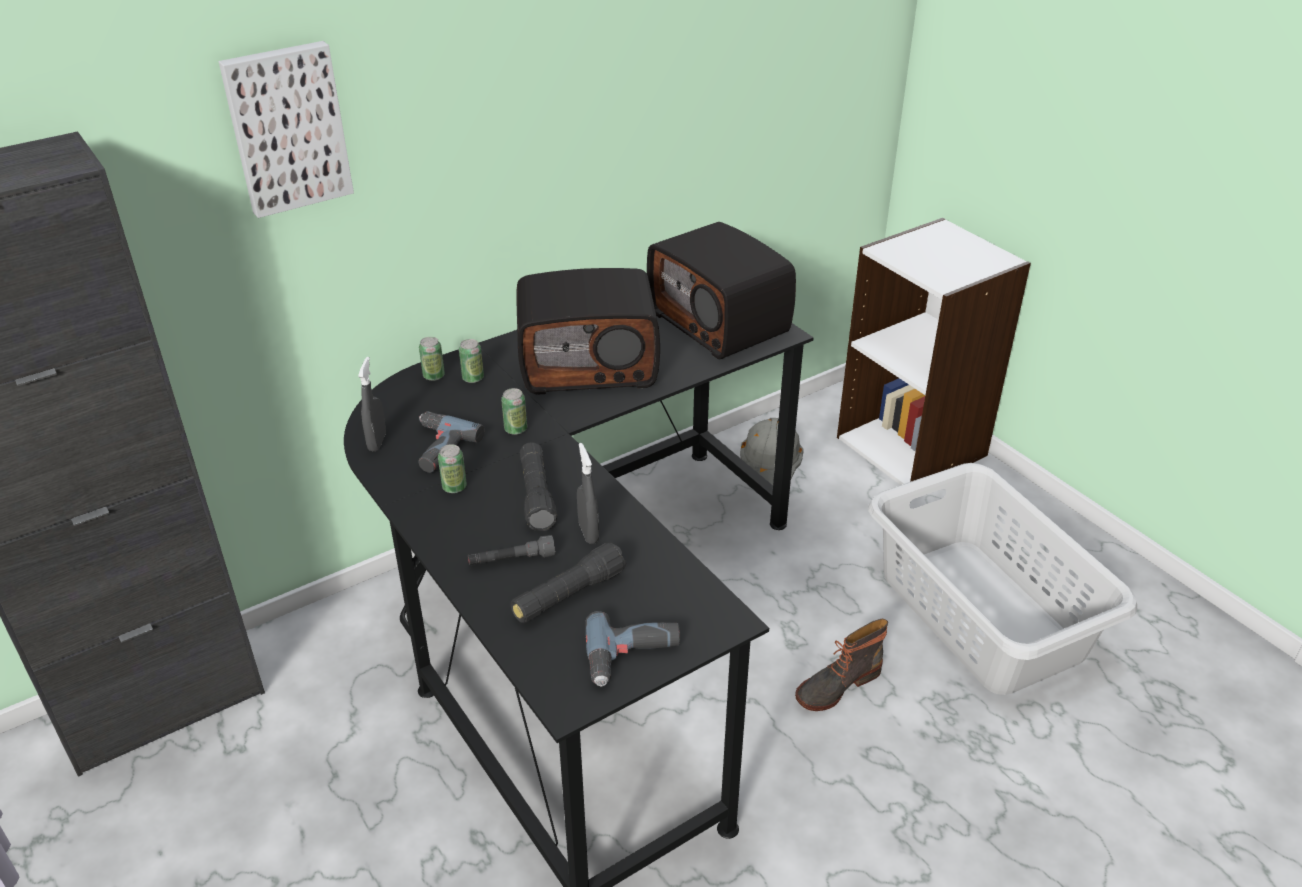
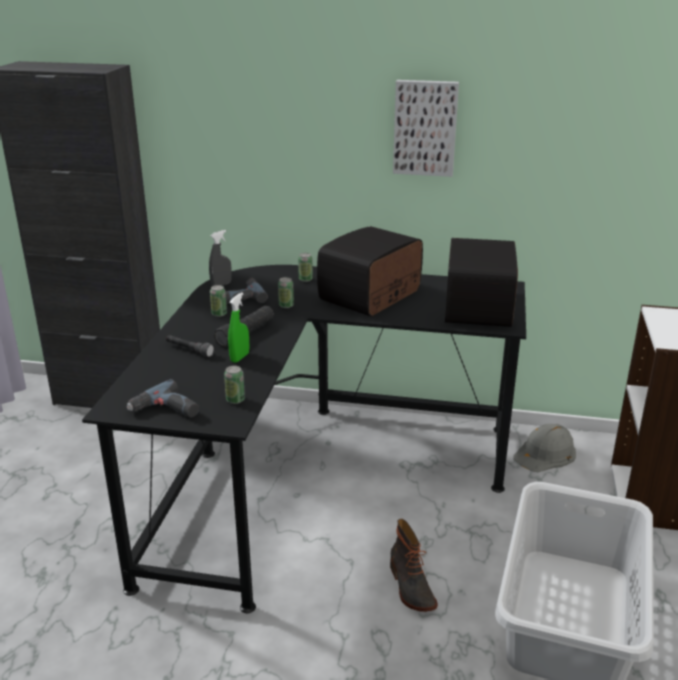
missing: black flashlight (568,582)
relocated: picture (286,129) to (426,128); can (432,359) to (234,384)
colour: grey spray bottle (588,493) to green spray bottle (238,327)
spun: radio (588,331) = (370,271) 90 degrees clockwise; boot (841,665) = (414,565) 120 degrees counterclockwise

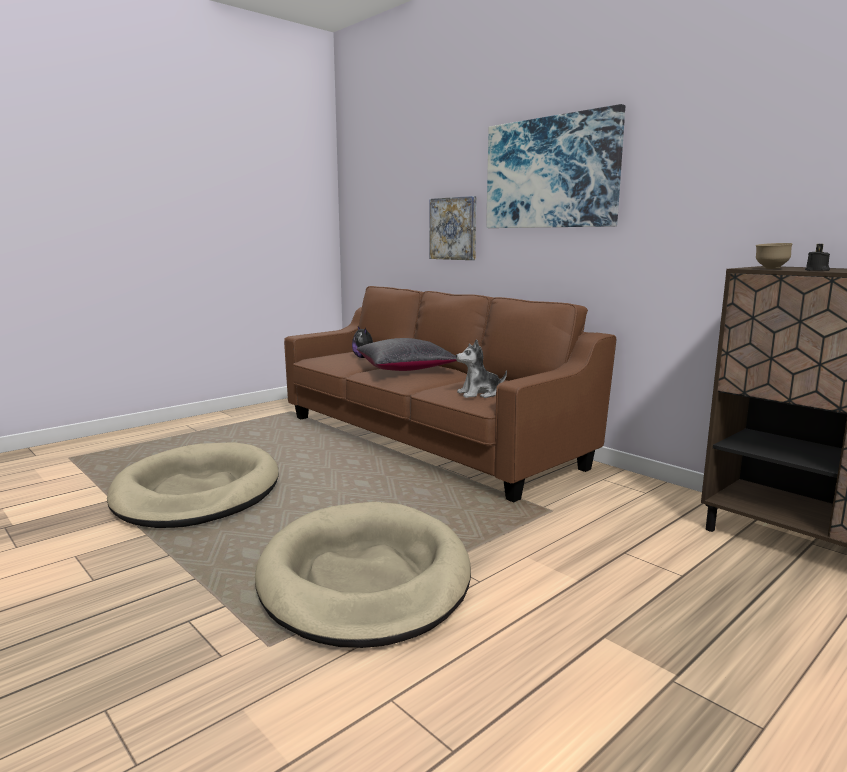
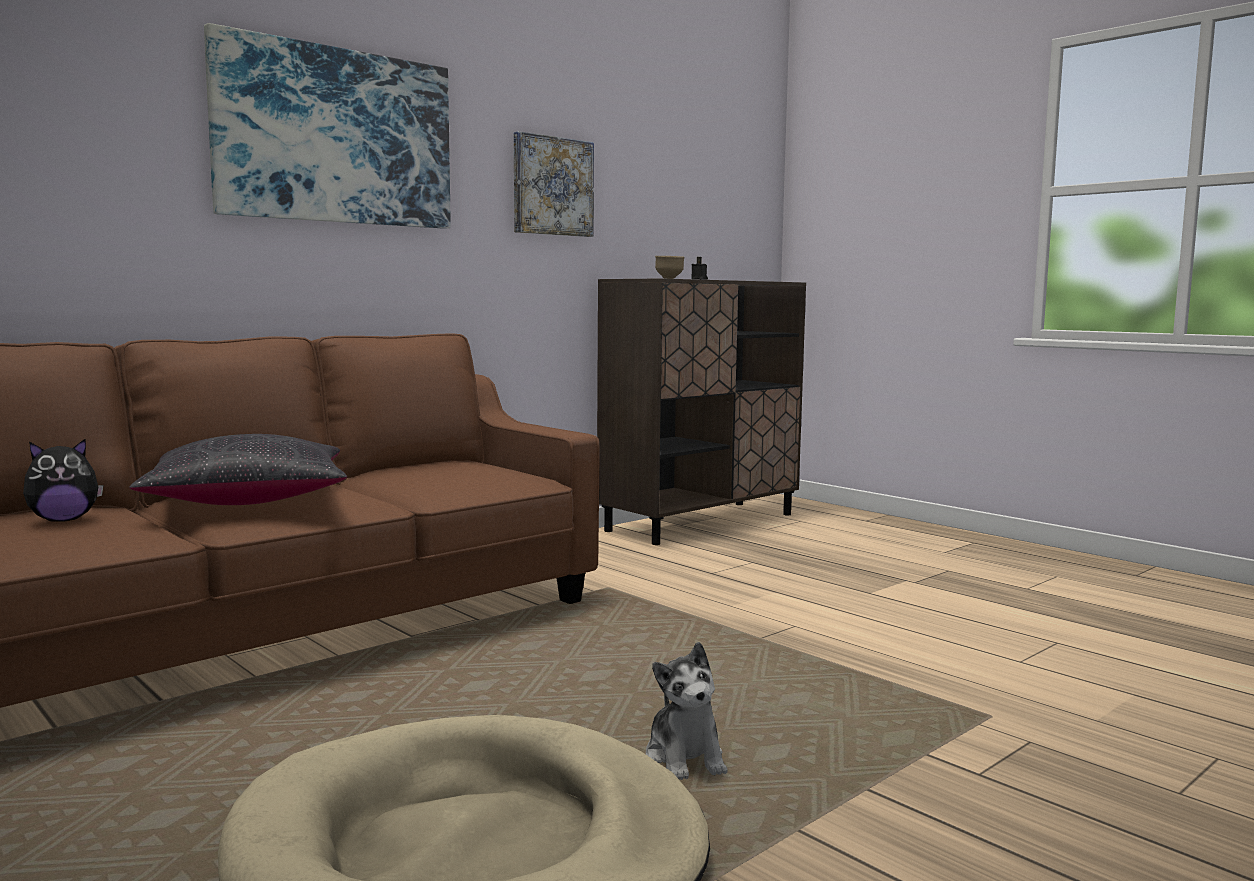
missing: beige dog bed (363,575)
relocated: picture (453,228) to (554,184); plush toy (481,368) to (686,711)

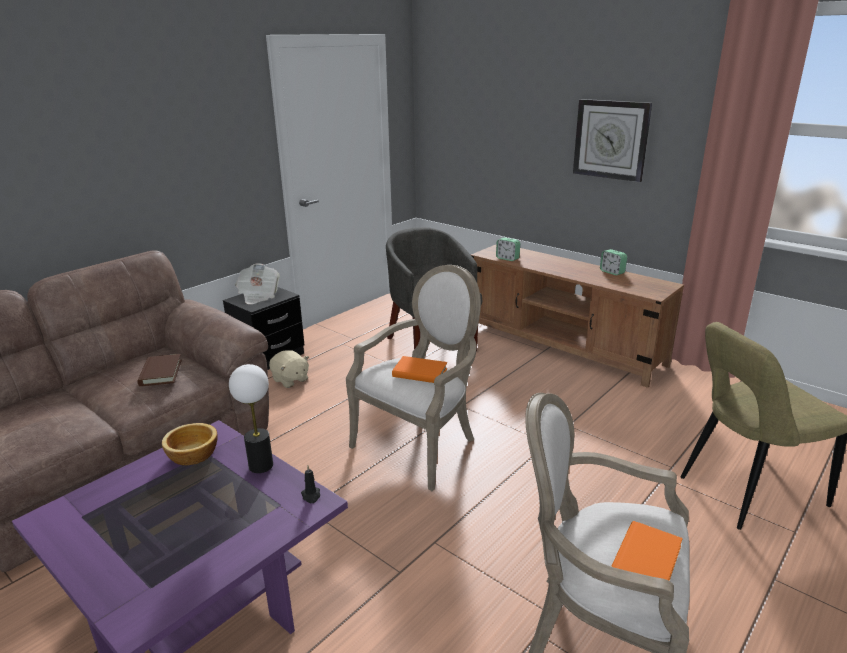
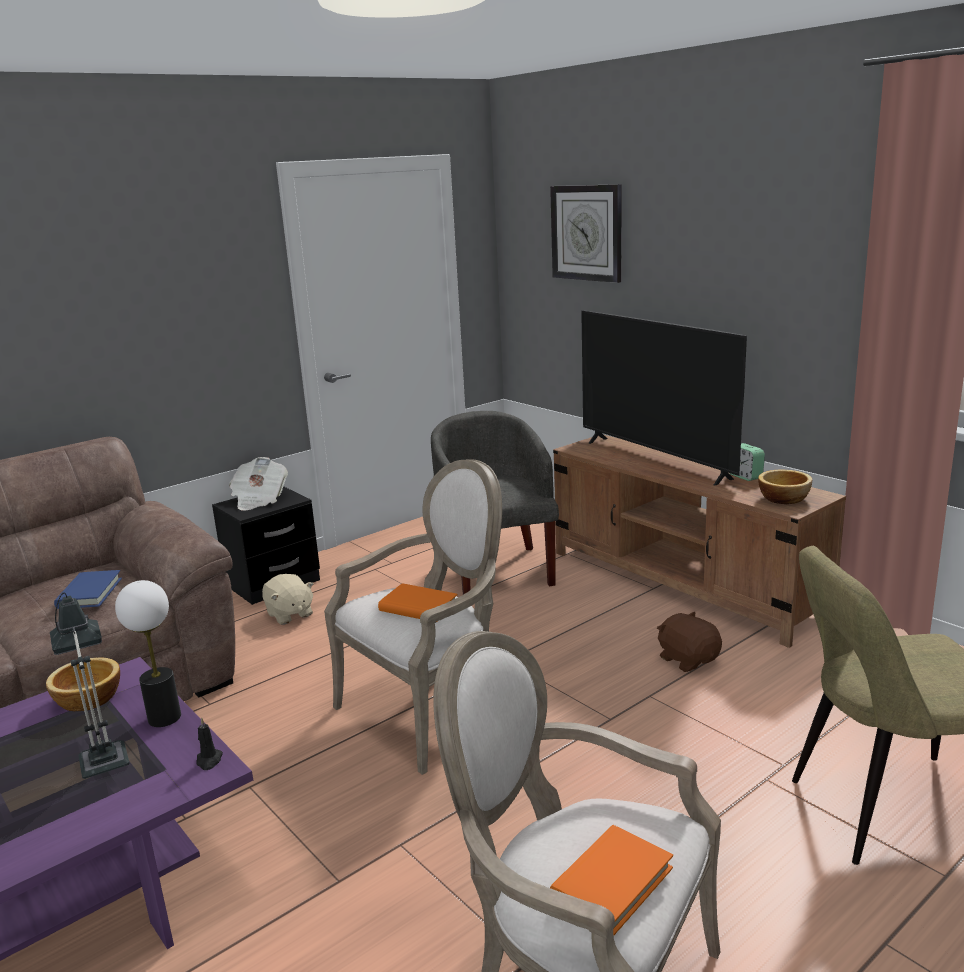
missing: alarm clock (508,249)
appeared: television (664,398); bowl (785,487); table lamp (90,685); brown plush toy (689,641)
relocated: wall clock (612,140) to (585,233)
colour: brown book (159,370) to blue book (88,589)

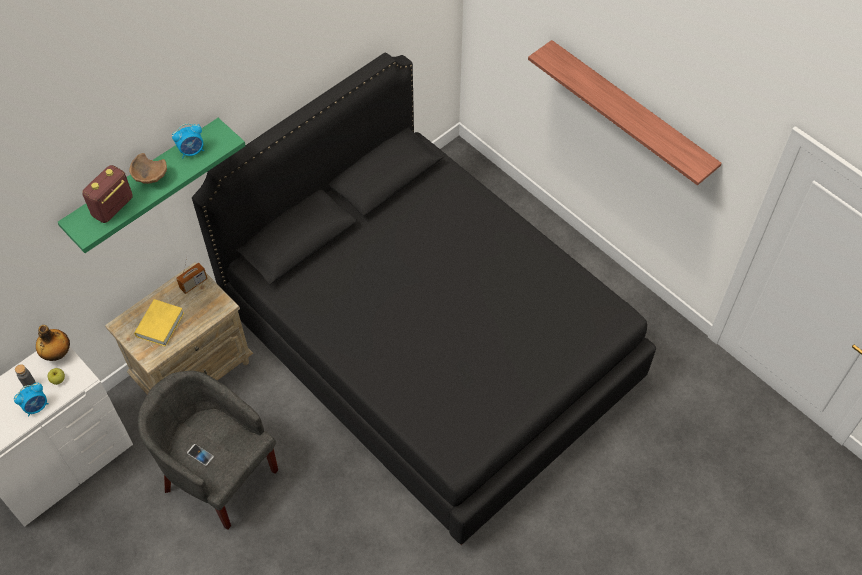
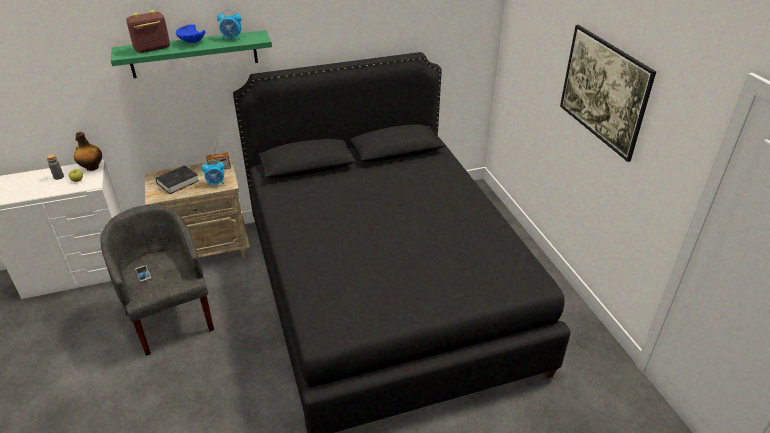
relocated: alarm clock (31,400) to (213,173)
exchanged: shelf (625,112) to picture (608,93)
colour: brown bowl (148,168) to blue bowl (191,33); yellow book (159,323) to black book (177,179)

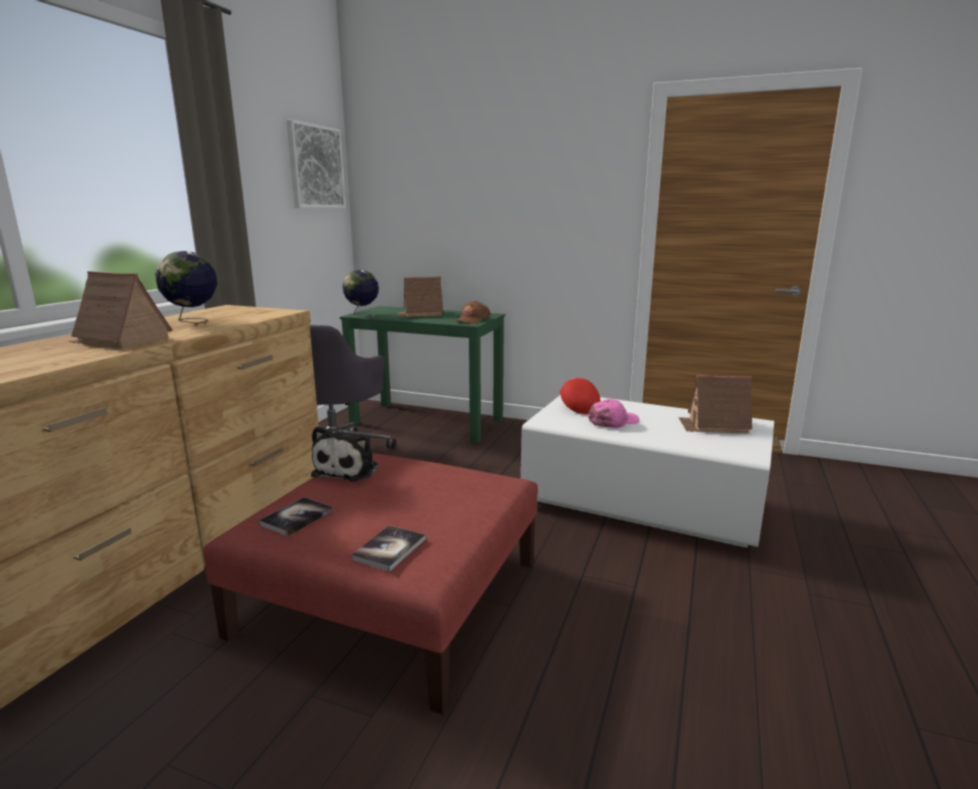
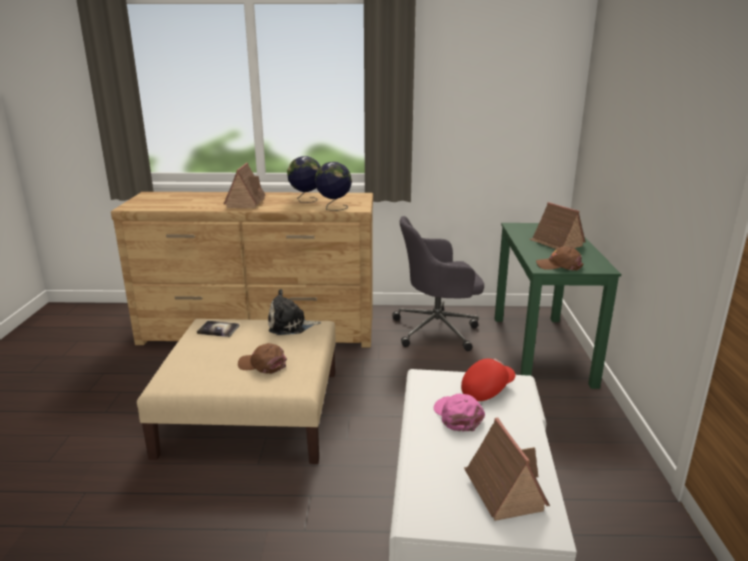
missing: picture (316,163); book (388,548)
appeared: brown cap (262,358)
relocated: globe (360,293) to (333,186)
colour: red ottoman (370,584) to beige ottoman (236,391)
spun: pink cap (614,413) = (459,413) 150 degrees counterclockwise

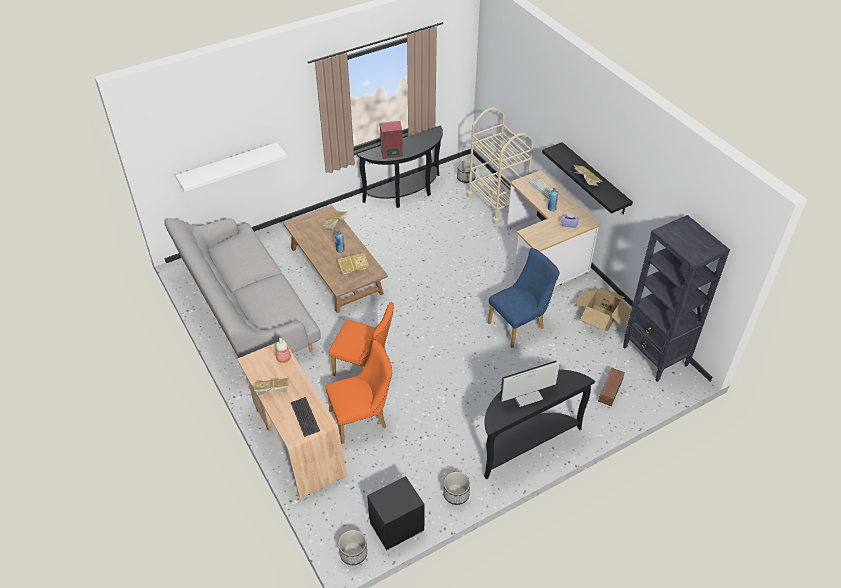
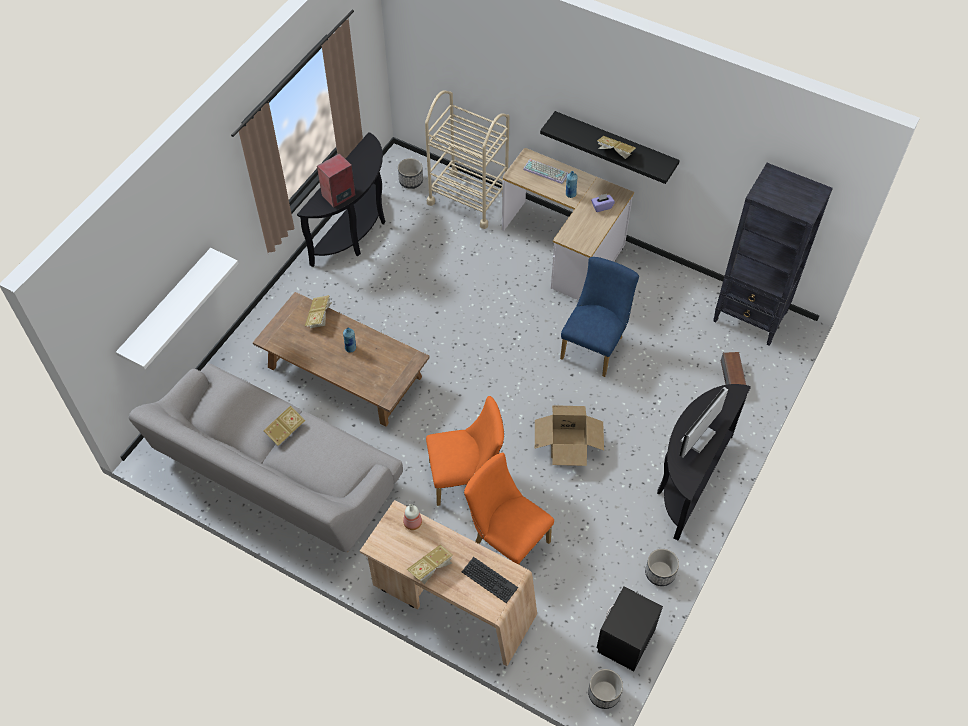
relocated: book (353,263) to (284,425); cardboard box (602,309) to (569,435)
spun: orange chair (358,392) = (509,509) 90 degrees counterclockwise

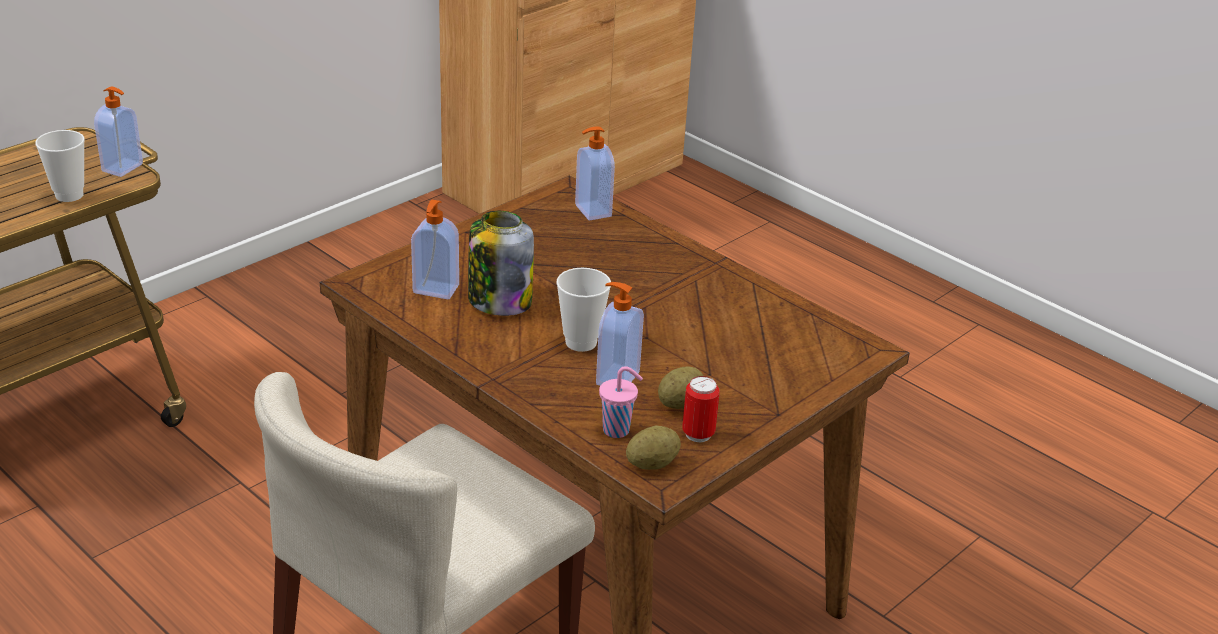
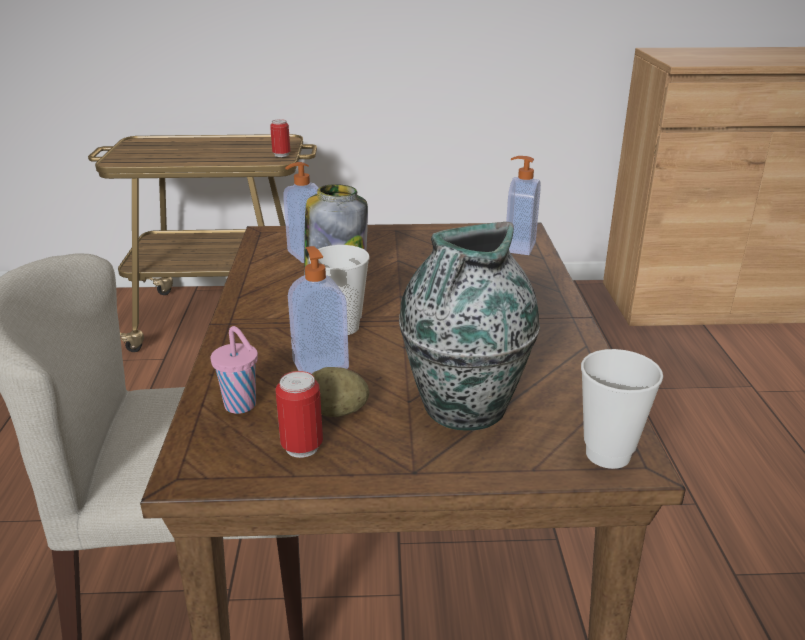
missing: potato (653,447)
appeared: vase (469,326)
relocated: cup (60,166) to (622,409)
exchanged: soap dispenser (118,132) to can (280,138)

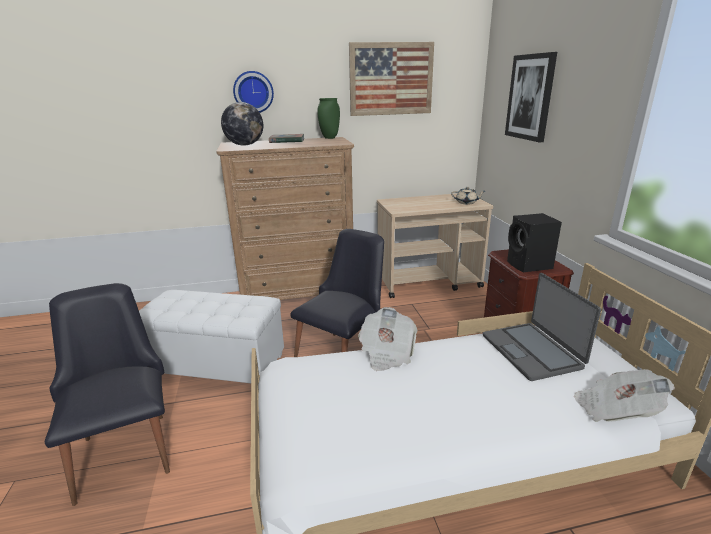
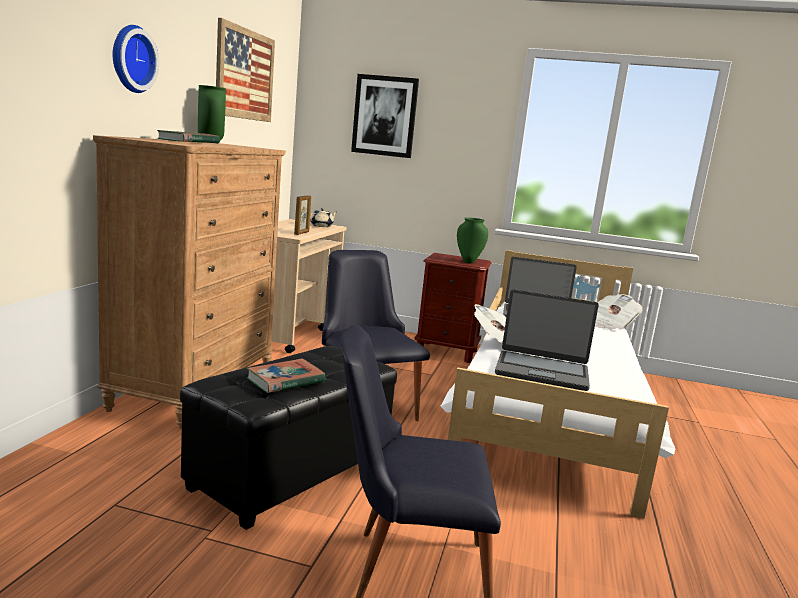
missing: globe (242,124)
appeared: picture frame (302,215); laptop (547,340); book (286,375)
exchanged: black speaker (534,243) to green vase (472,240)
colour: white ottoman (211,336) to black ottoman (288,438)

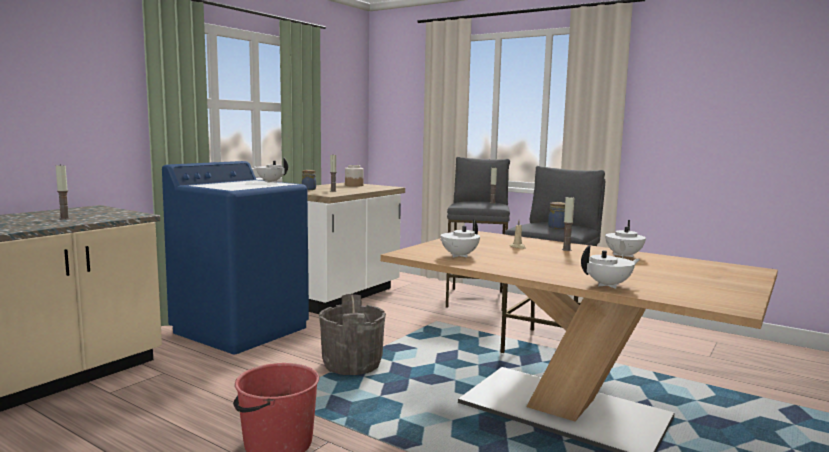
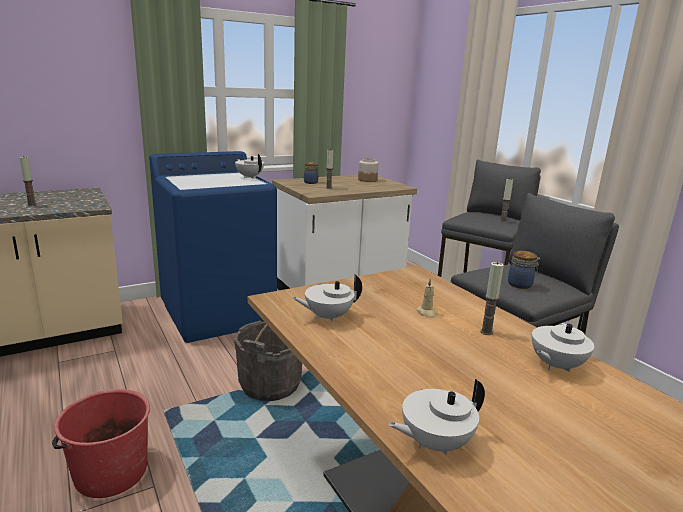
spun: white teapot (610,267) = (436,417) 150 degrees clockwise

